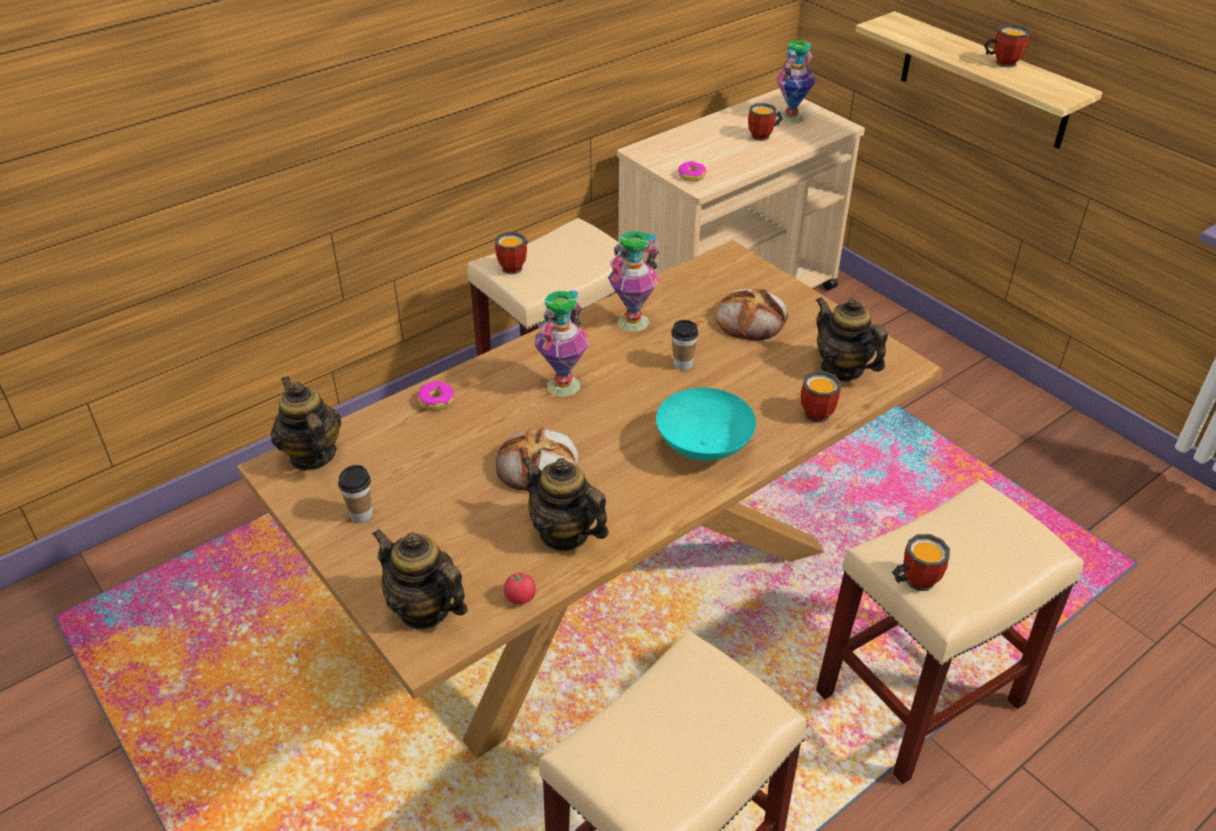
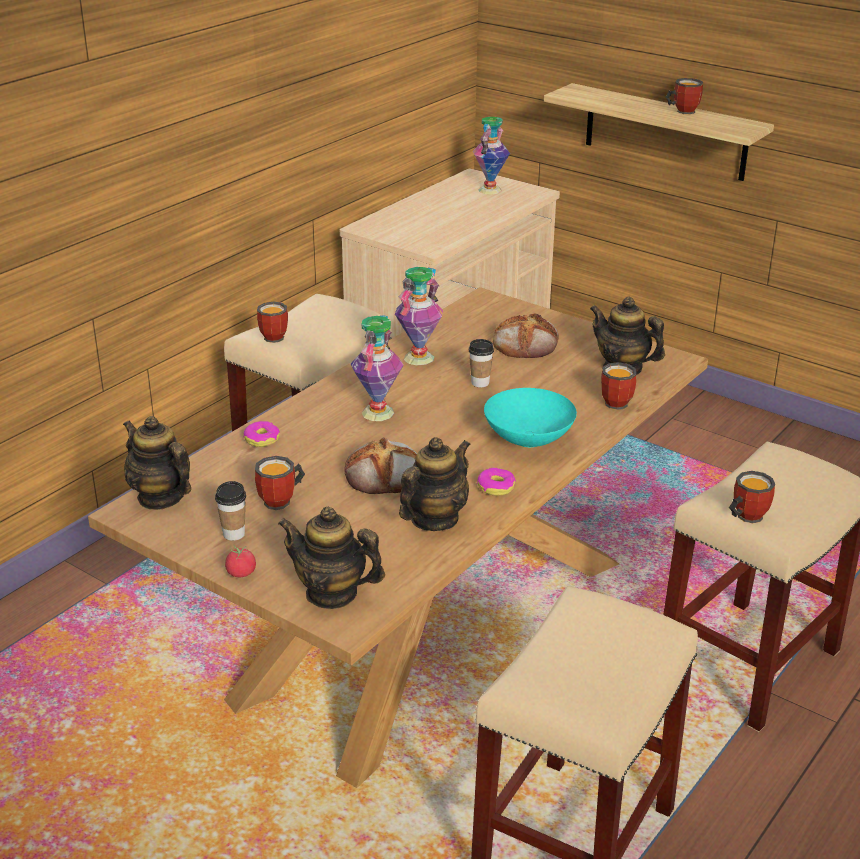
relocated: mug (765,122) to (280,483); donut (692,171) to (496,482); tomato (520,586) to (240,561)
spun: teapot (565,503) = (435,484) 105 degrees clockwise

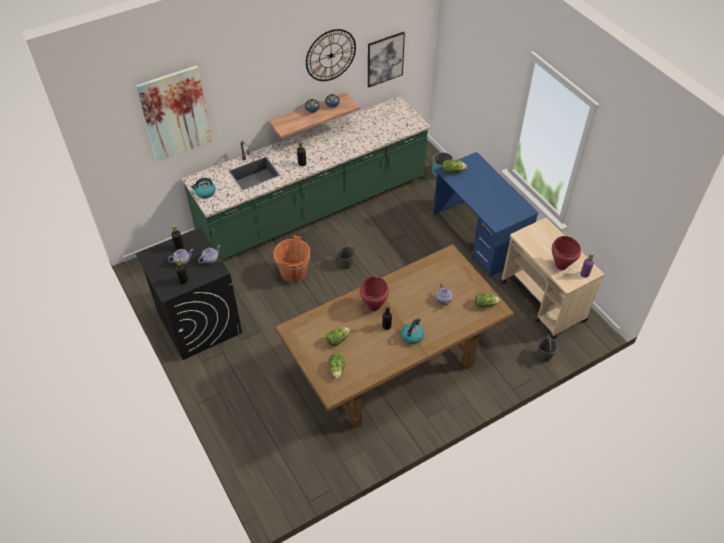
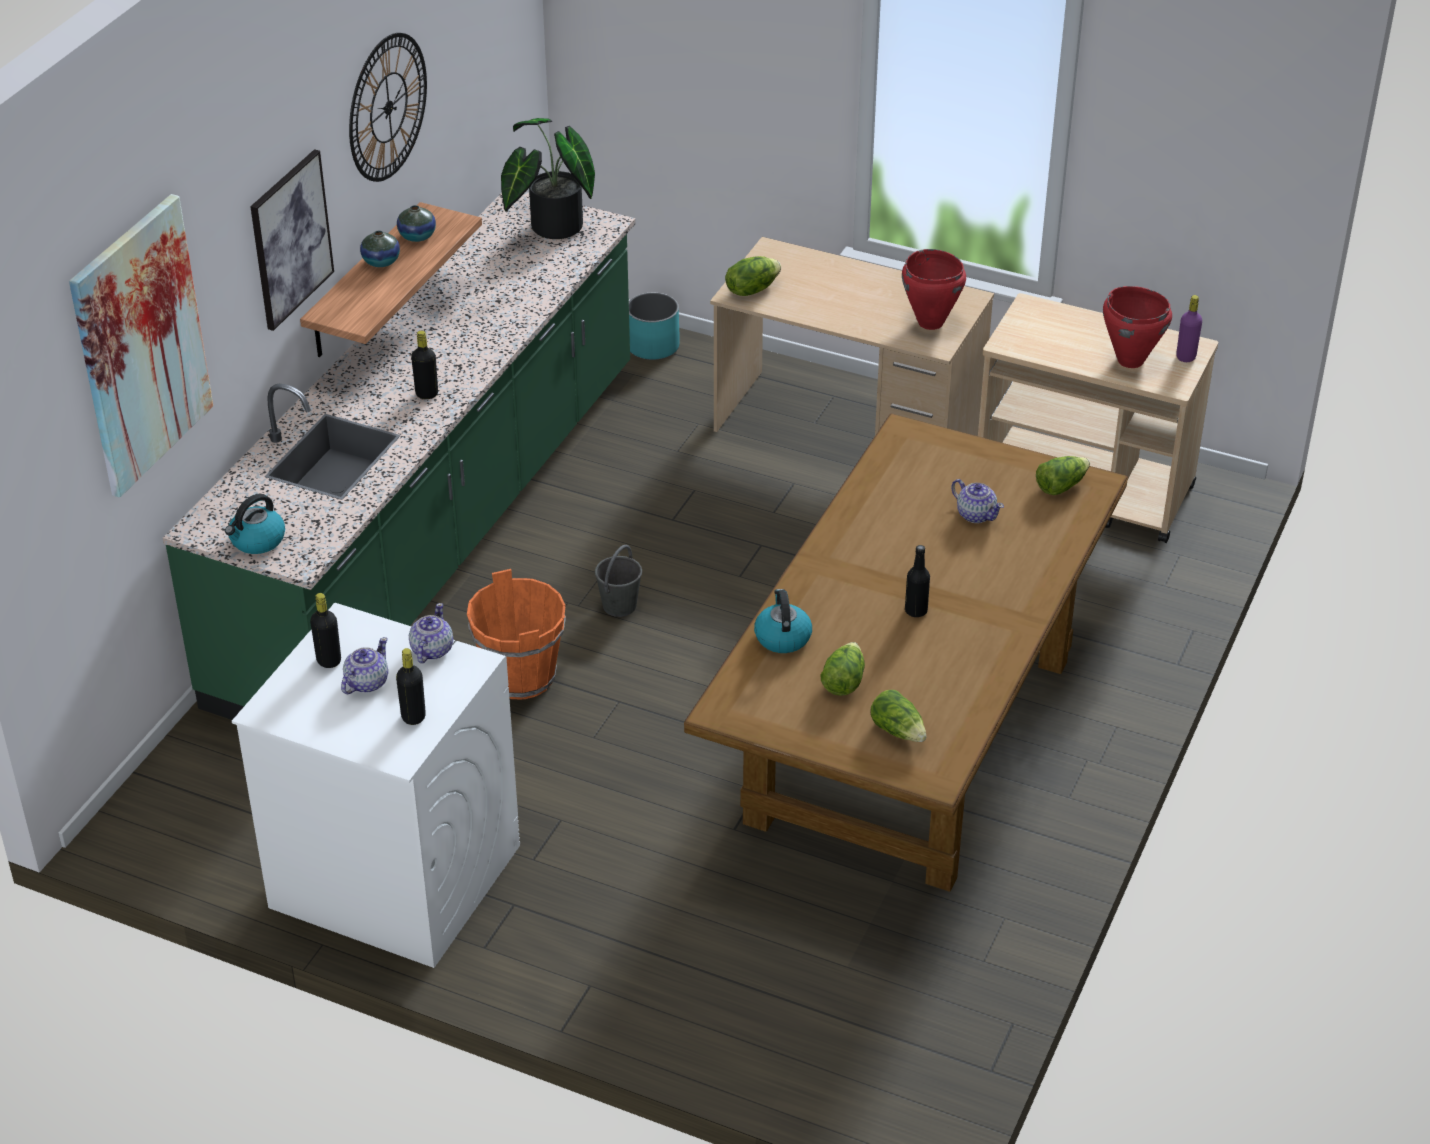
missing: grey bucket (548,348)
appeared: potted plant (548,178)
relocated: picture (386,59) to (292,240); red cooking pot (374,293) to (934,289); kettle (412,331) to (783,621)
colour: blue desk (486,214) to beige desk (852,336); black washing machine (189,294) to white washing machine (376,785)

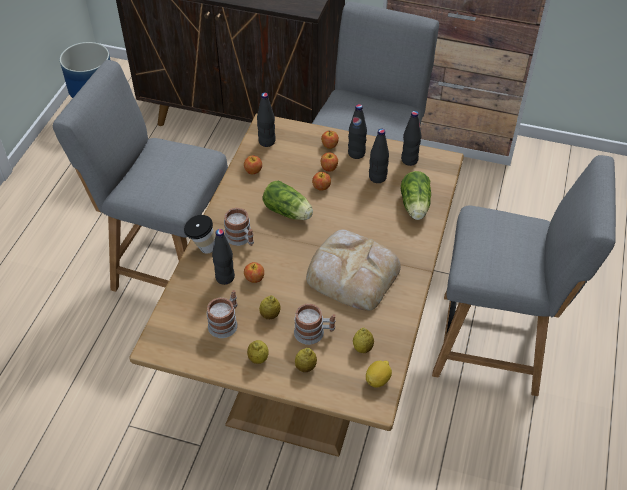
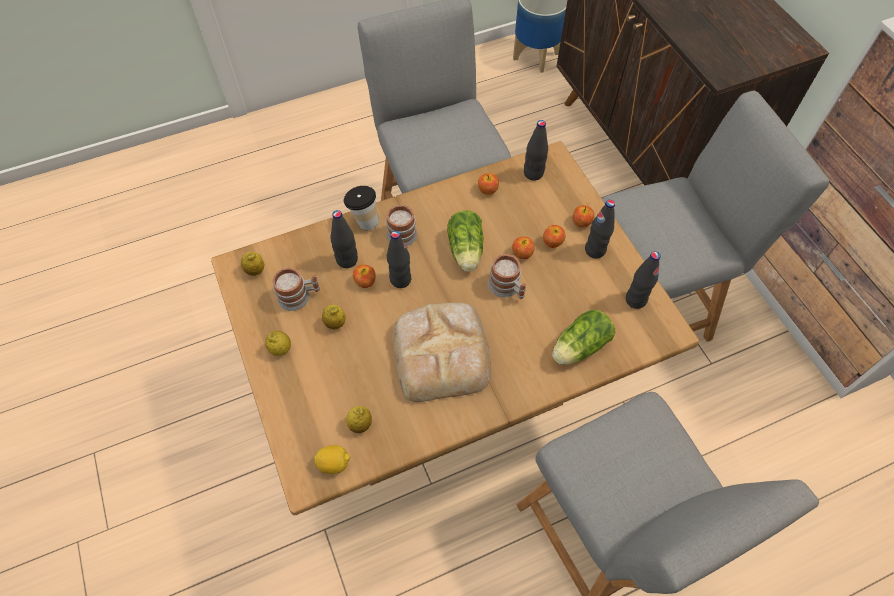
relocated: black bottle (379,156) to (399,259); mug (315,324) to (507,276); lemon (306,360) to (252,264)

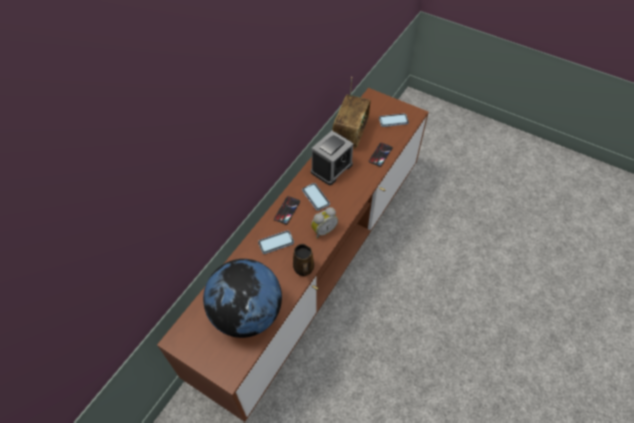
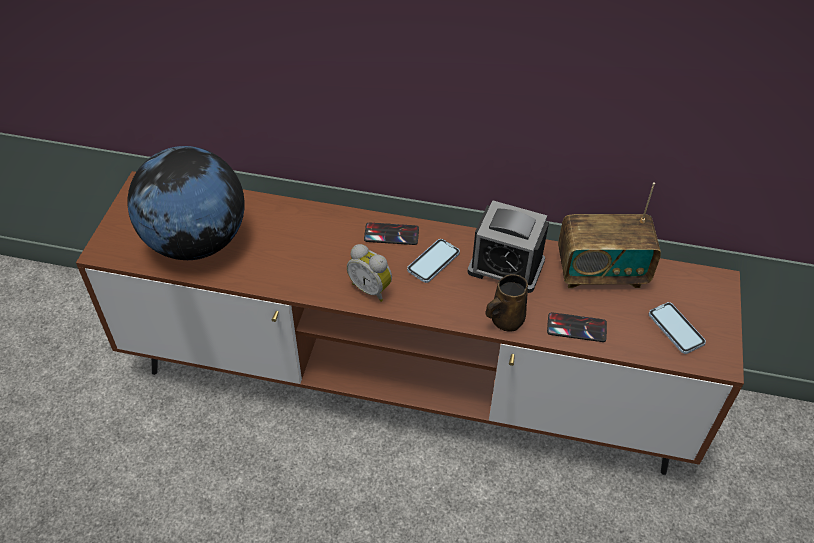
missing: phone (276,242)
relocated: brown mug (303,260) to (506,303)

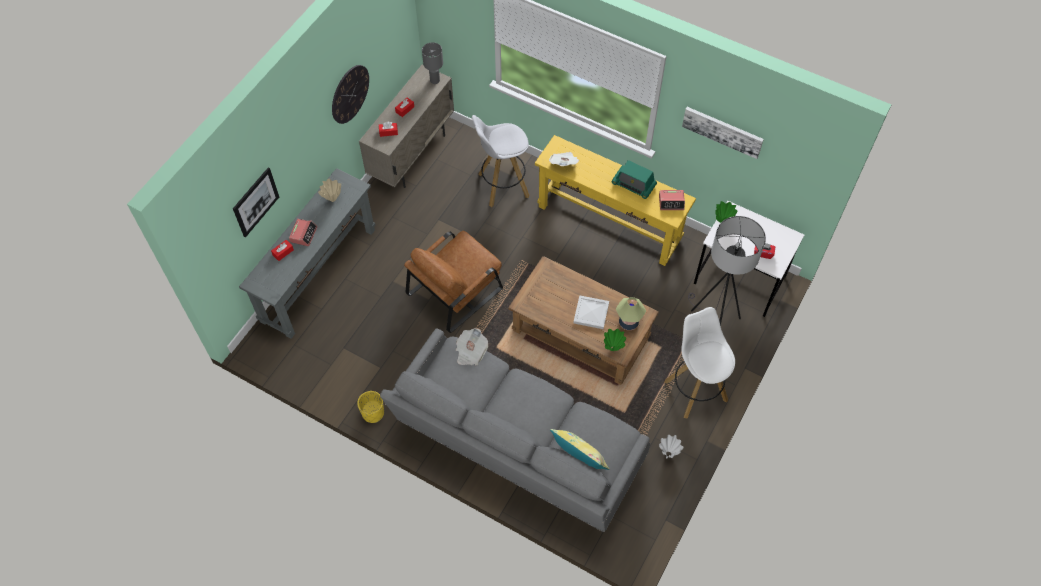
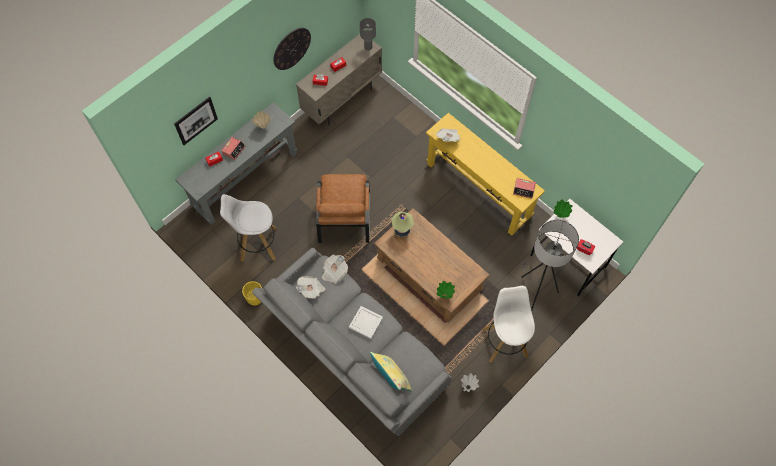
missing: picture (723,133); radio (634,179)
appeared: newspaper (311,287)
relocated: white stool (500,161) to (248,228); white tray (591,312) to (366,322); table lamp (631,313) to (402,224)
spun: brown armchair (453,282) = (343,208) 60 degrees counterclockwise

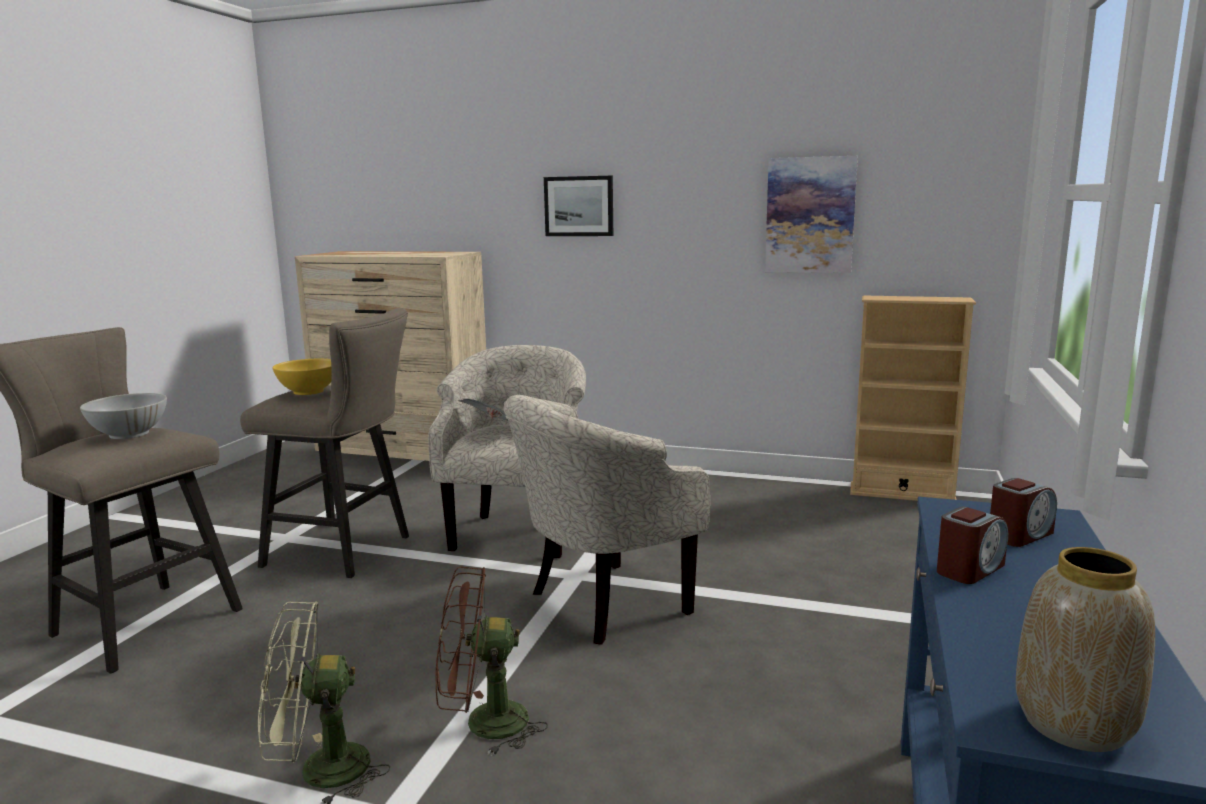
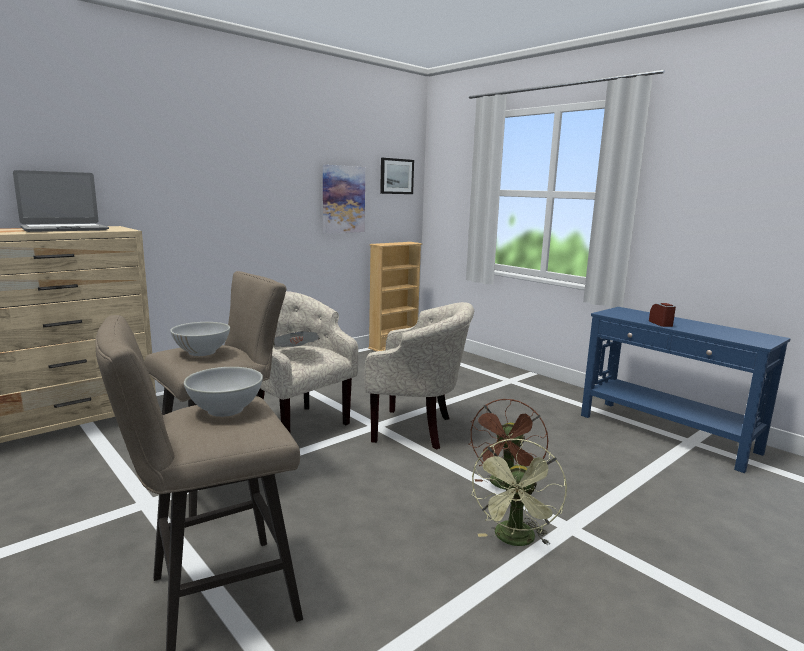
missing: alarm clock (1023,512); vase (1085,649)
appeared: laptop (61,201)
relocated: picture (578,206) to (397,176)
colour: yellow bowl (302,377) to white bowl (200,339)
spun: beige armchair (606,520) = (419,376) 75 degrees counterclockwise

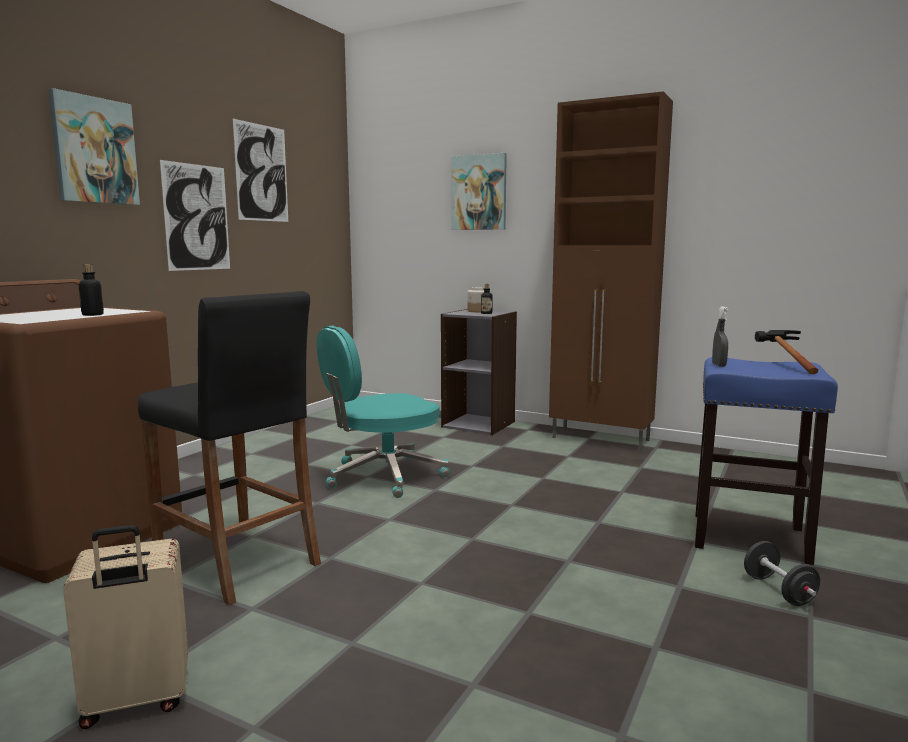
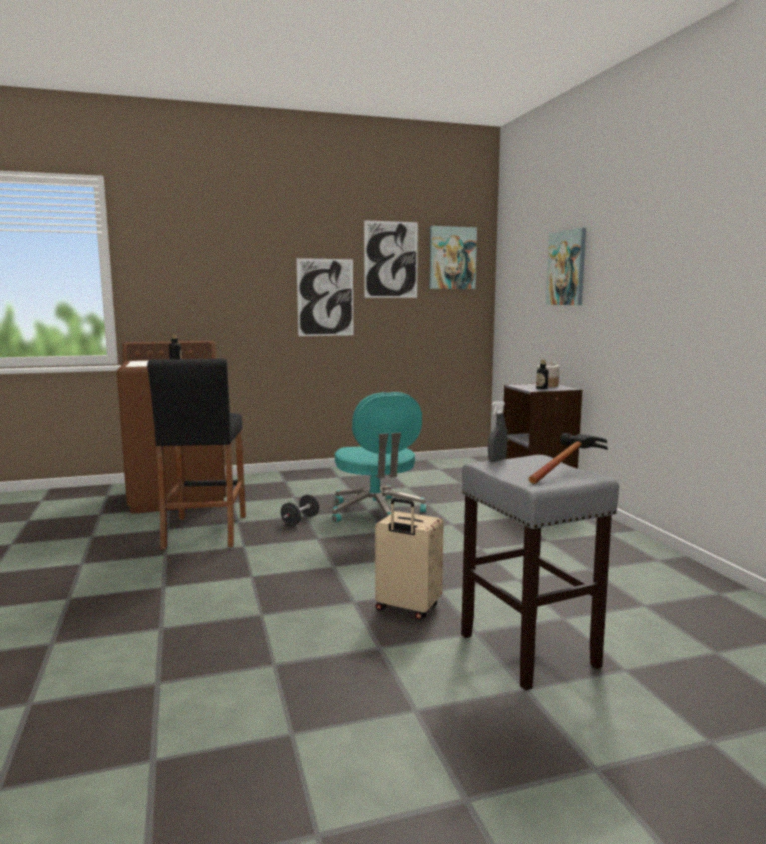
missing: brown cabinet (611,270)
relocated: picture (94,146) to (453,257); beige suitcase (125,627) to (409,558); black dumbbell (782,573) to (300,510)
colour: blue stool (766,461) to grey stool (540,572)
spun: turquoise office chair (383,412) = (379,457) 120 degrees counterclockwise

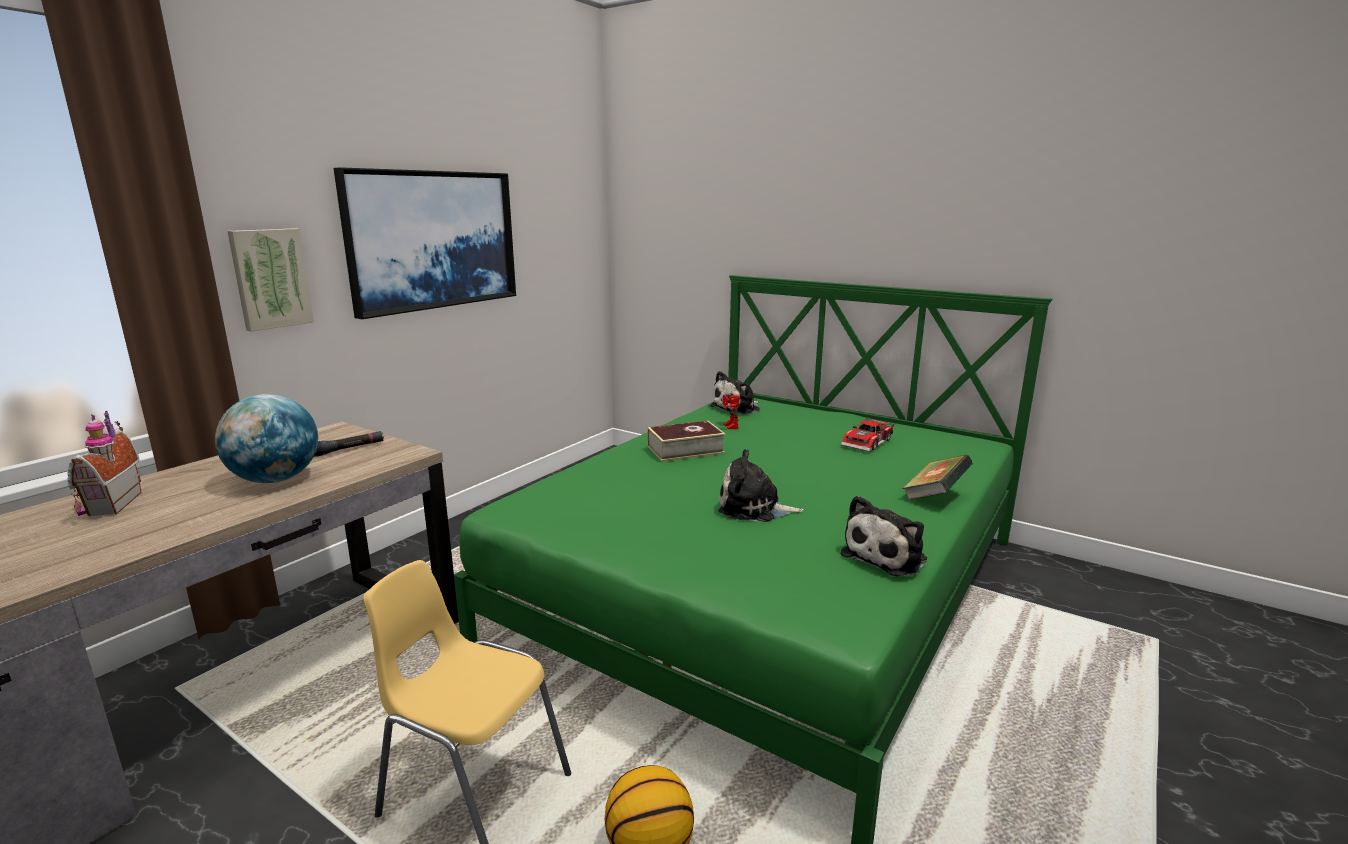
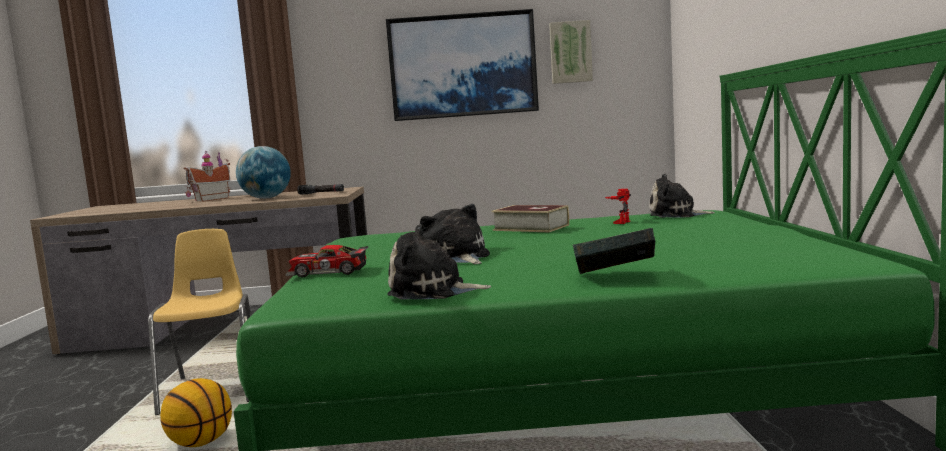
relocated: picture (270,279) to (571,52); toy car (868,435) to (326,261)

